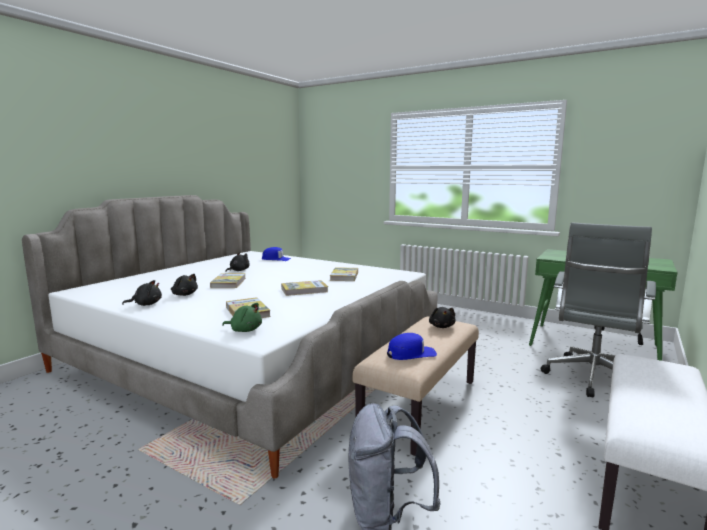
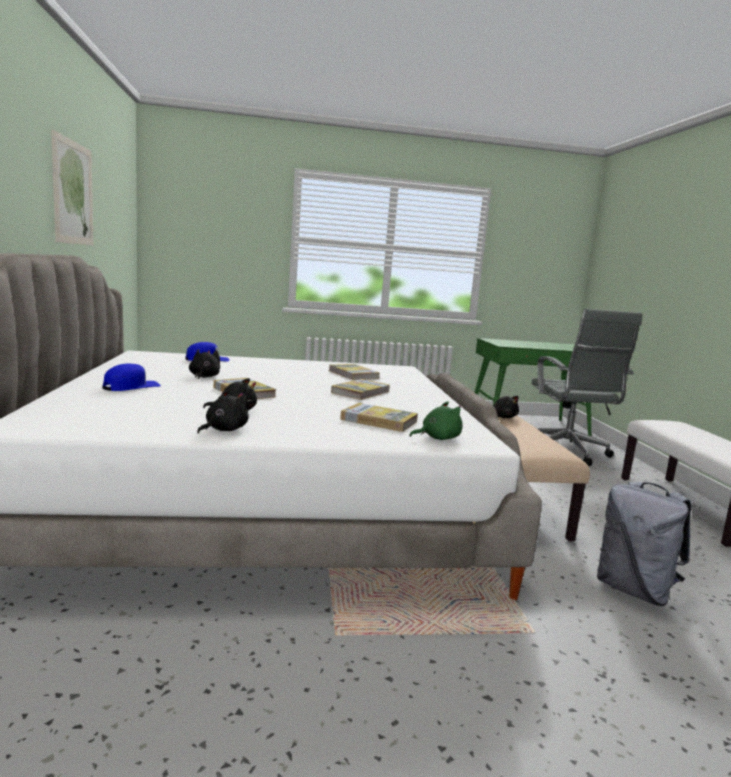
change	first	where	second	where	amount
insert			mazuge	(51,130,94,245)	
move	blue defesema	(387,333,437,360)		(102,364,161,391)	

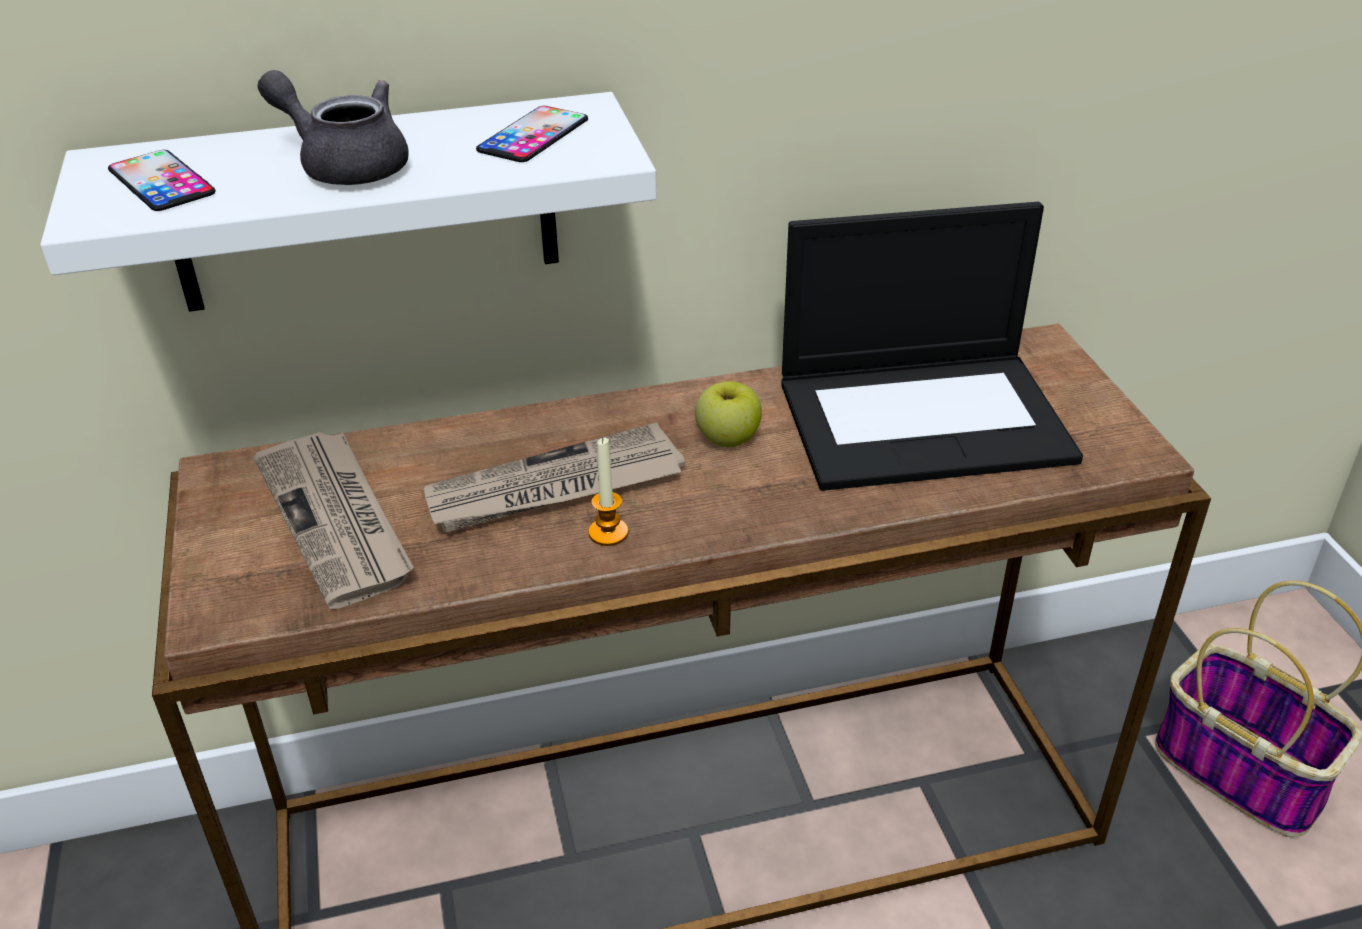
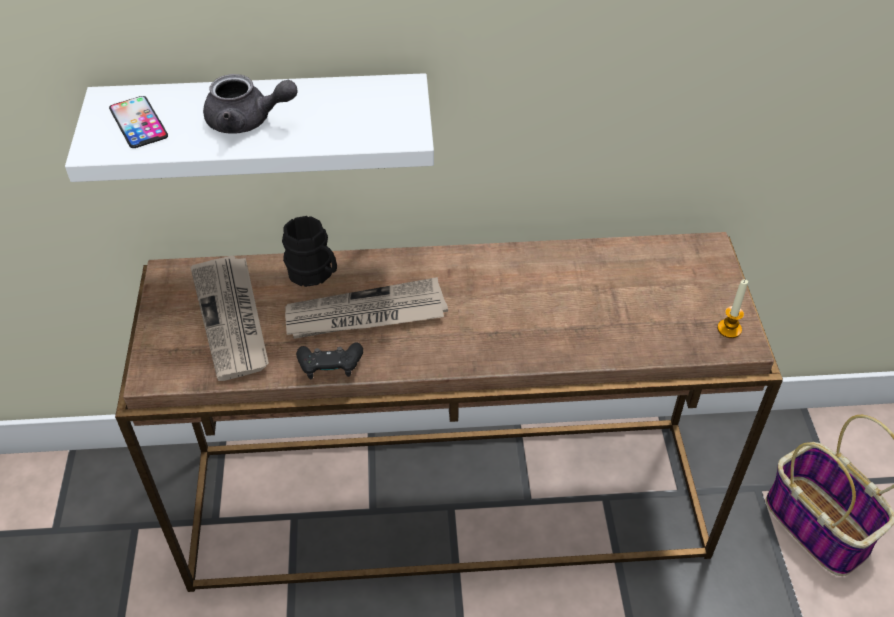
change	first	where	second	where	amount
rotate	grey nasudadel	(258,70,409,185)		(203,74,298,134)	150 degrees clockwise
insert			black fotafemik	(282,216,337,287)	
insert			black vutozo	(296,343,363,379)	
move	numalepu	(588,437,629,546)		(717,279,748,338)	
delete	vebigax	(476,106,588,162)			
delete	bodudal	(695,381,762,447)			
delete	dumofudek	(781,202,1083,491)			

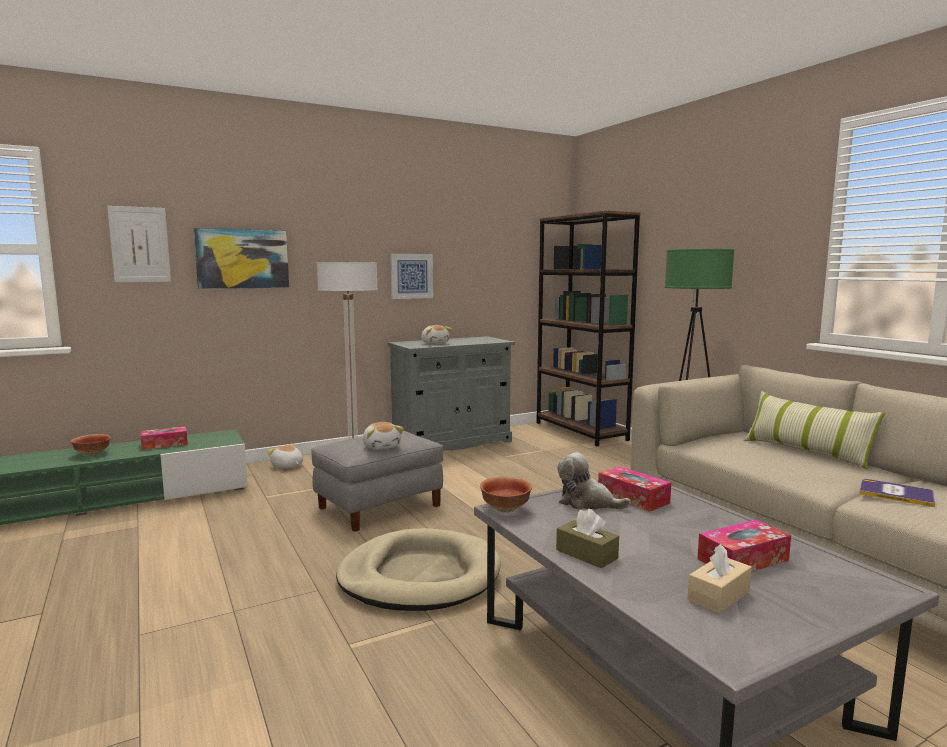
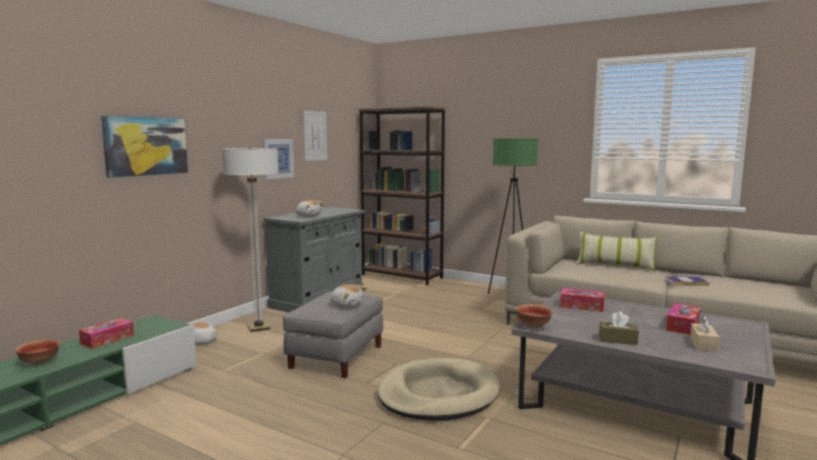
change	first	where	second	where	amount
move	mazuge	(107,206,171,282)		(303,111,327,161)	
delete	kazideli	(558,452,631,509)			

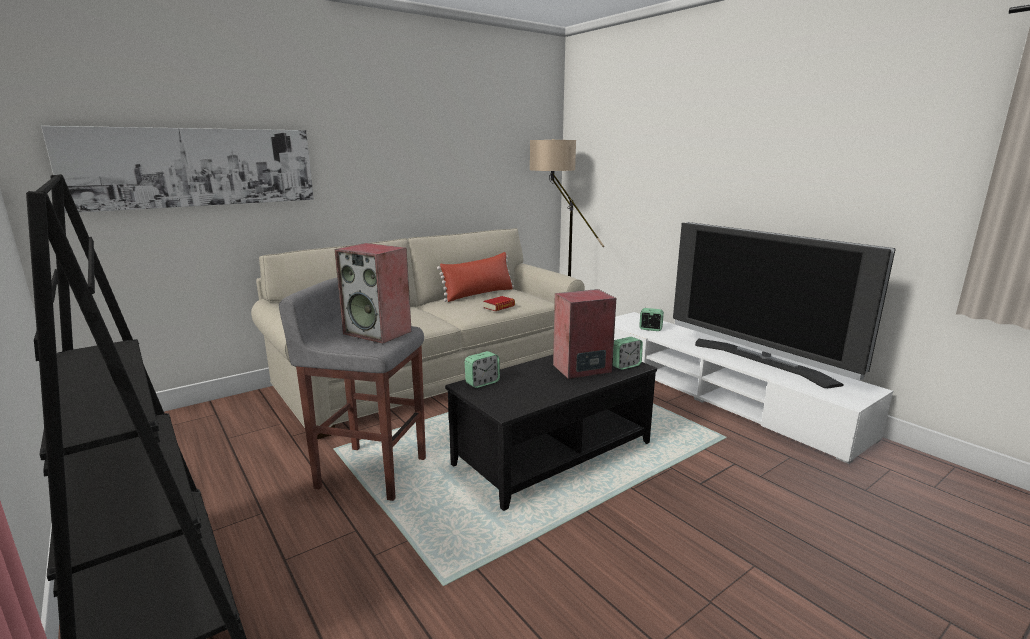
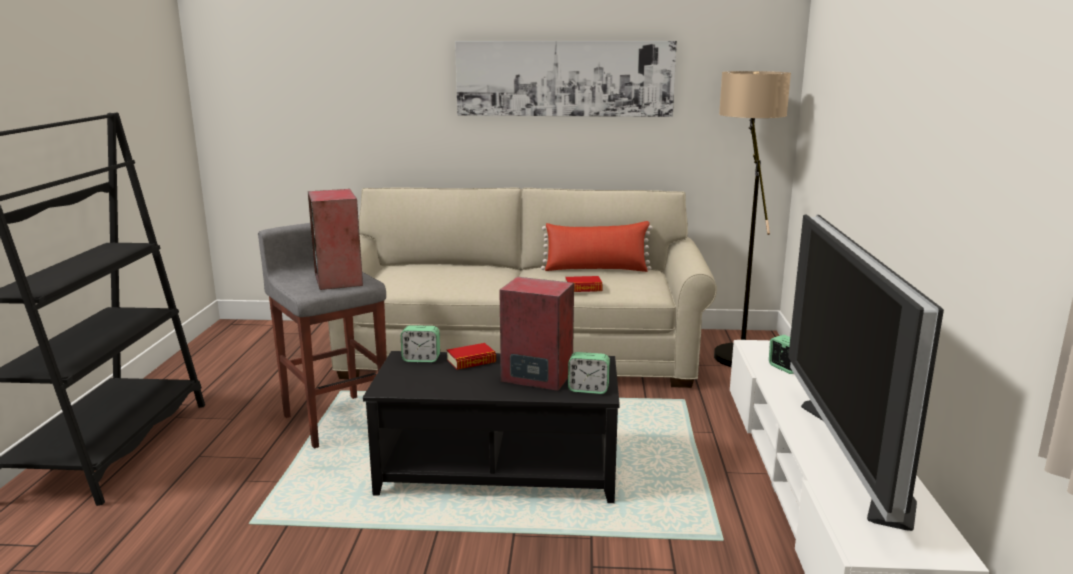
change	first	where	second	where	amount
insert			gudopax	(447,343,496,370)	
move	mazuge	(41,126,314,213)		(455,41,677,117)	

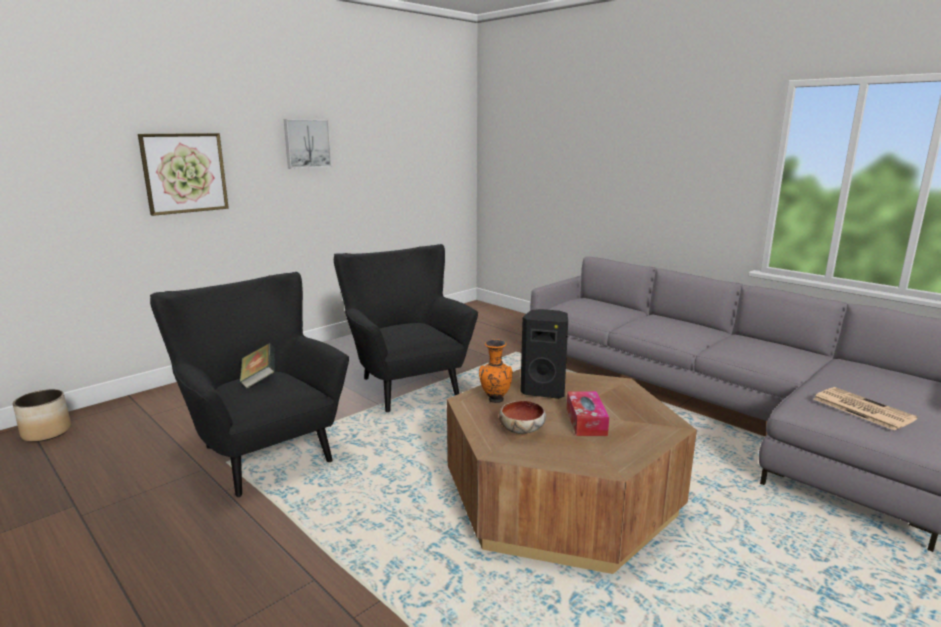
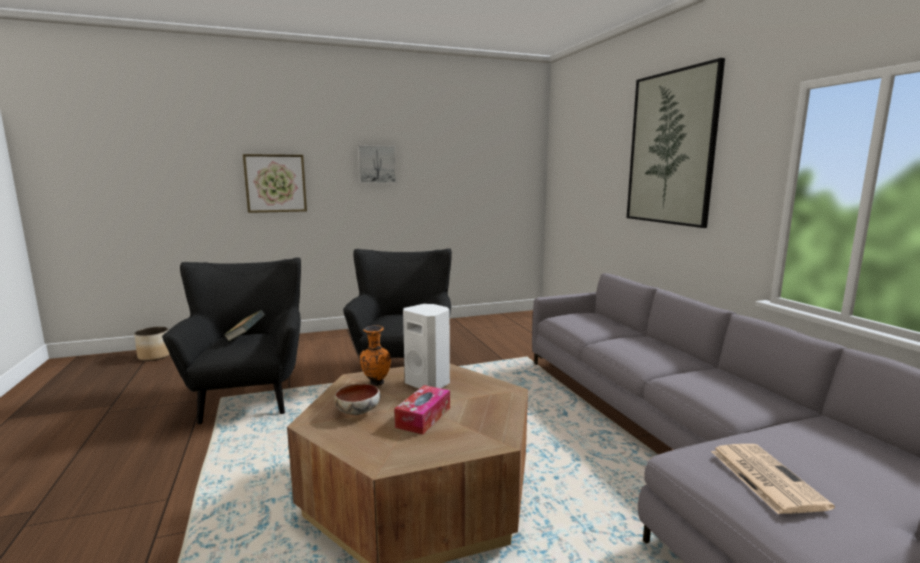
change	first	where	second	where	amount
recolor	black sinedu	(520,309,568,399)	white sinedu	(403,304,450,389)	
insert			mazuge	(627,58,725,228)	

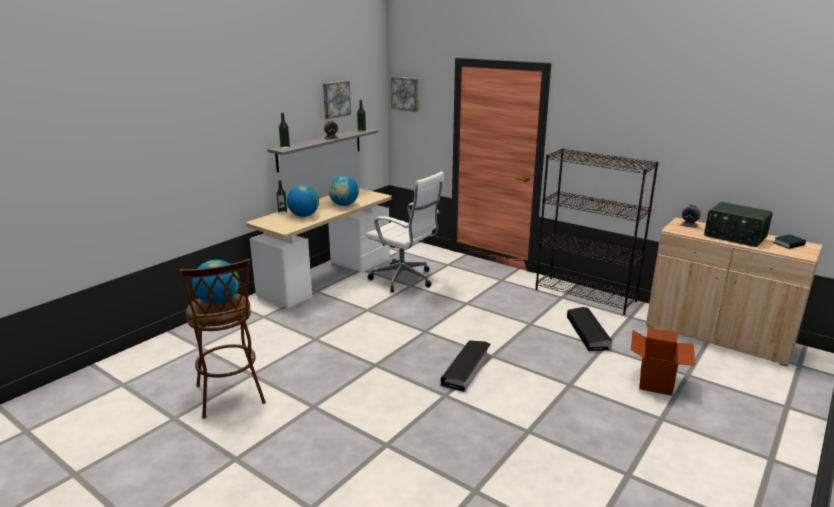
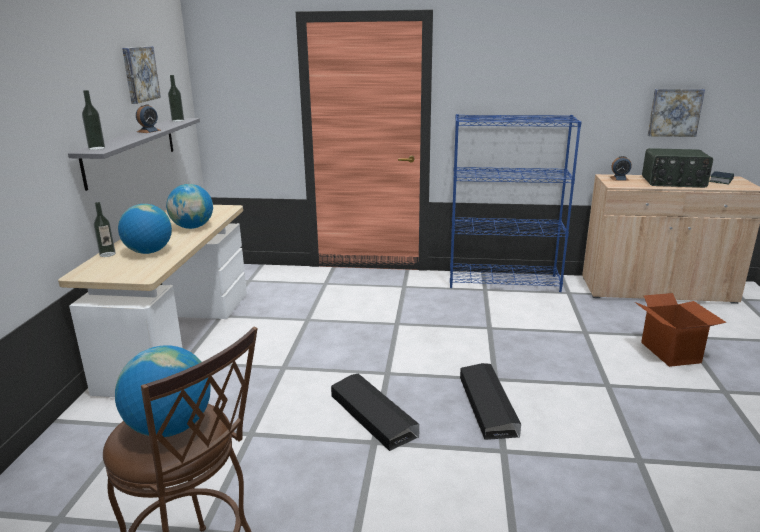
change	first	where	second	where	amount
move	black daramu	(567,307,613,351)		(331,374,419,451)	
recolor	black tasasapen	(536,148,659,315)	blue tasasapen	(450,114,581,292)	
move	mazuge	(391,77,418,112)		(648,89,705,137)	
delete	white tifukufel	(365,171,444,293)			

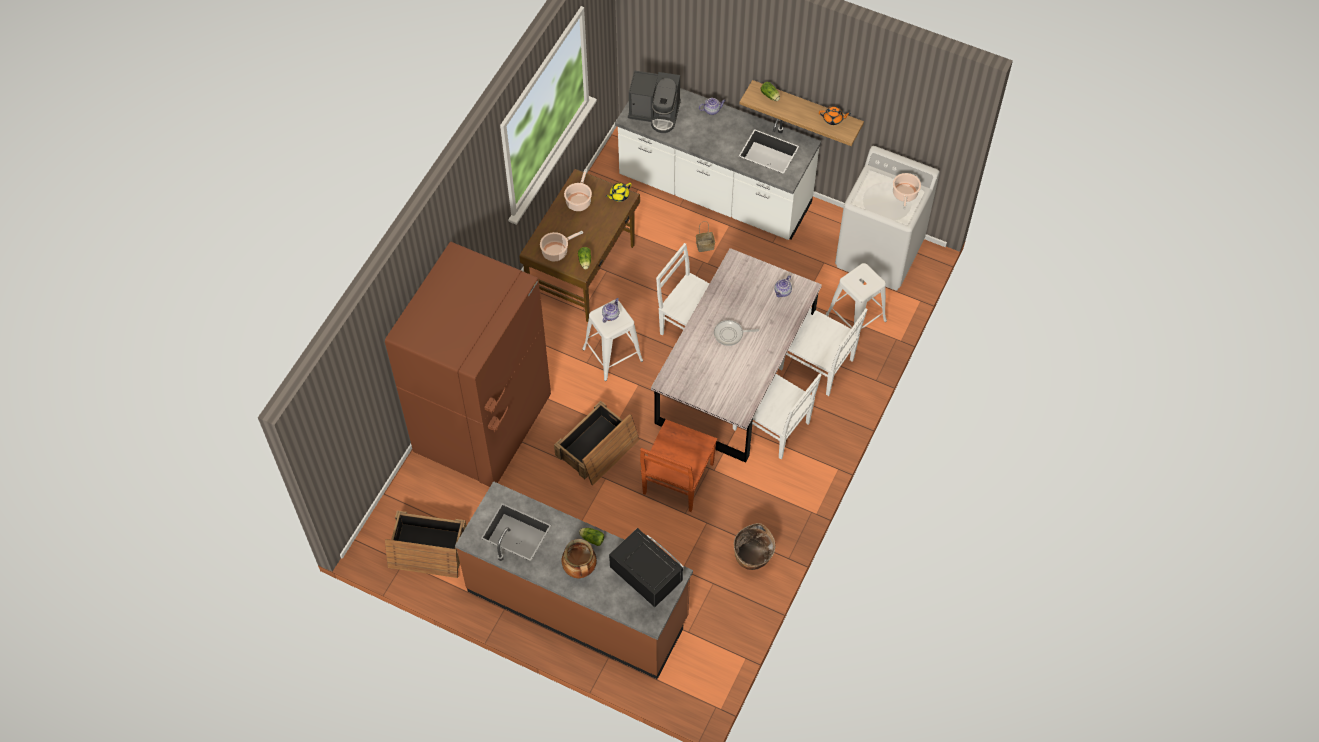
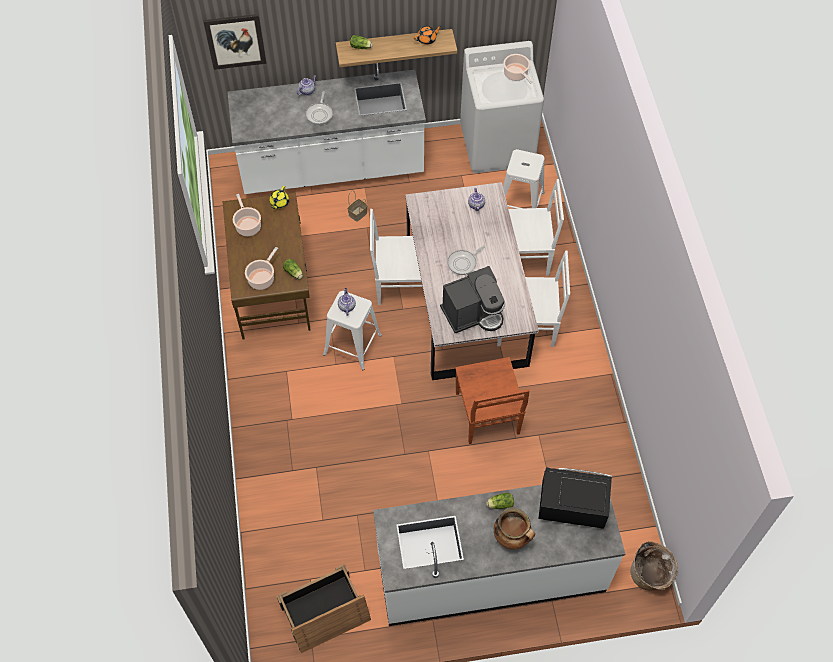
change	first	where	second	where	amount
insert			mazuge	(204,14,266,70)	
insert			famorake	(306,91,333,125)	
recolor	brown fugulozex	(455,481,693,679)	white fugulozex	(373,485,625,626)	
move	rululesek	(628,70,681,133)		(440,266,505,333)	
move	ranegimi	(734,523,775,570)		(630,541,678,591)	
delete	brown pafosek	(385,242,551,487)			
delete	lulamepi	(554,400,639,485)			

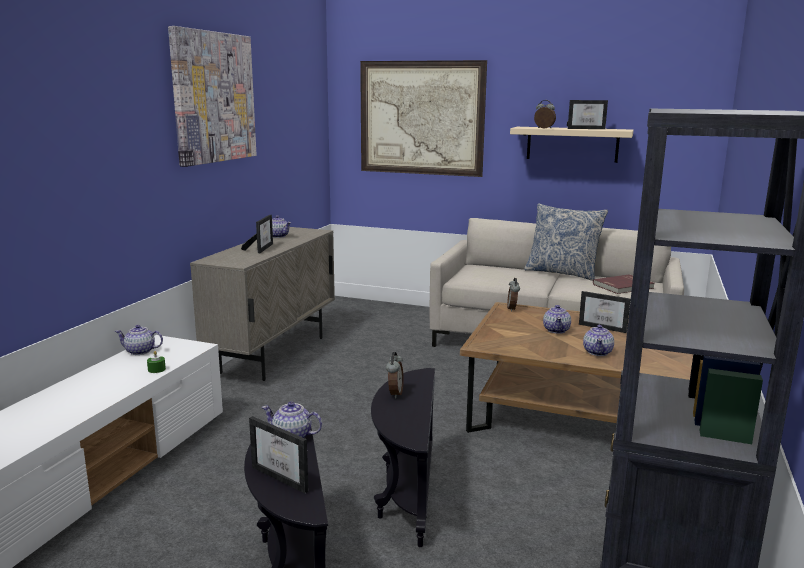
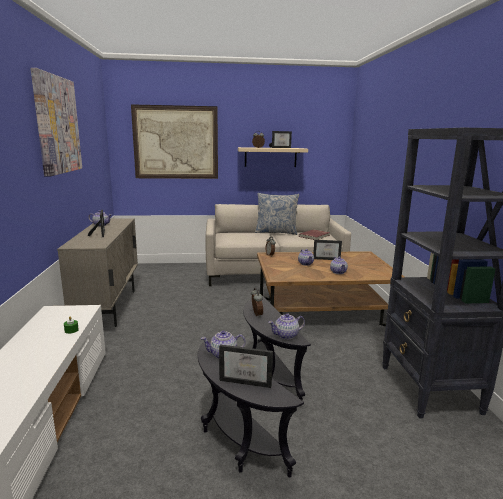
change	first	where	second	where	amount
move	nasudadel	(115,325,163,355)		(268,313,305,340)	

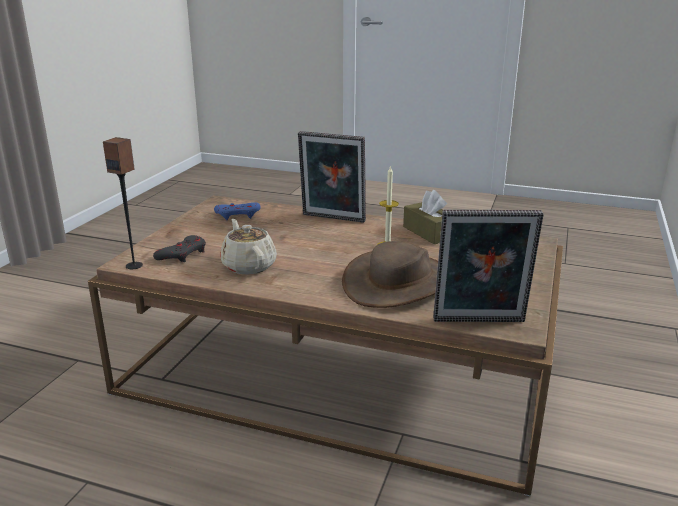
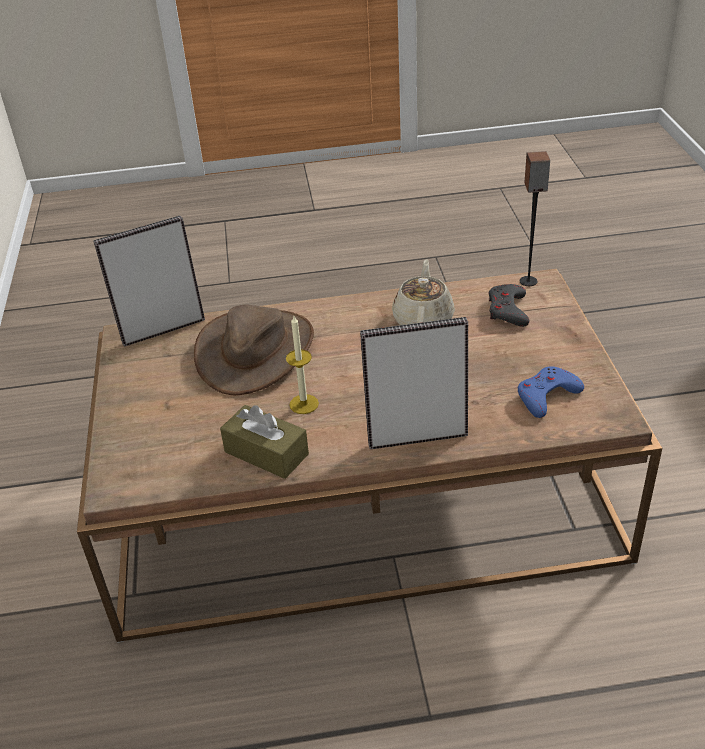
change	first	where	second	where	amount
rotate	beige nasudadel	(220,219,277,275)		(392,259,455,325)	120 degrees counterclockwise

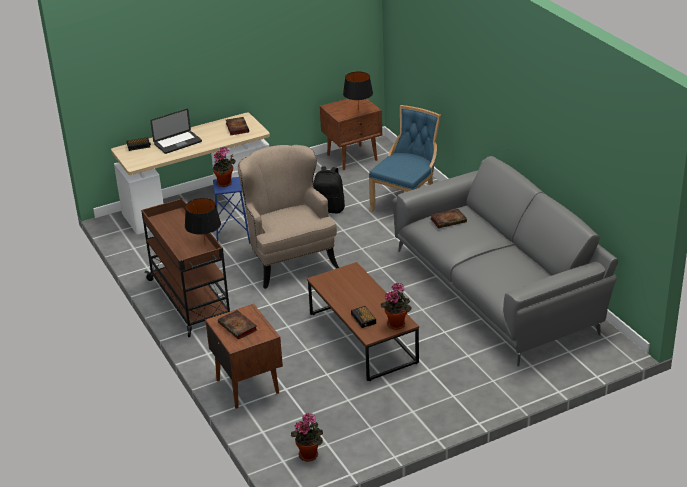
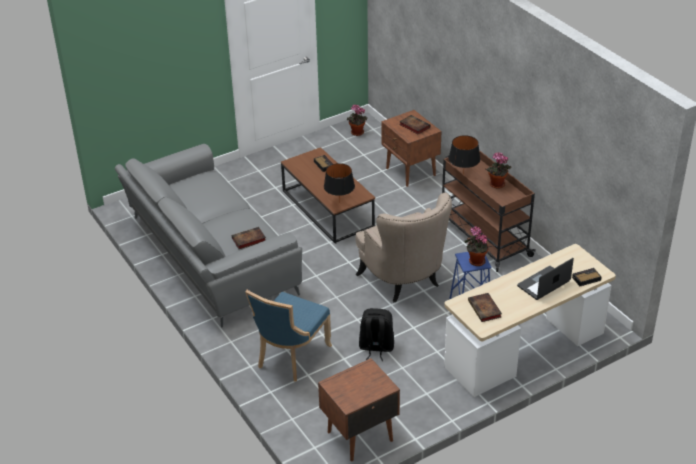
change	first	where	second	where	amount
move	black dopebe	(343,71,373,111)		(324,163,355,202)	
move	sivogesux	(381,283,411,330)		(486,153,511,189)	

